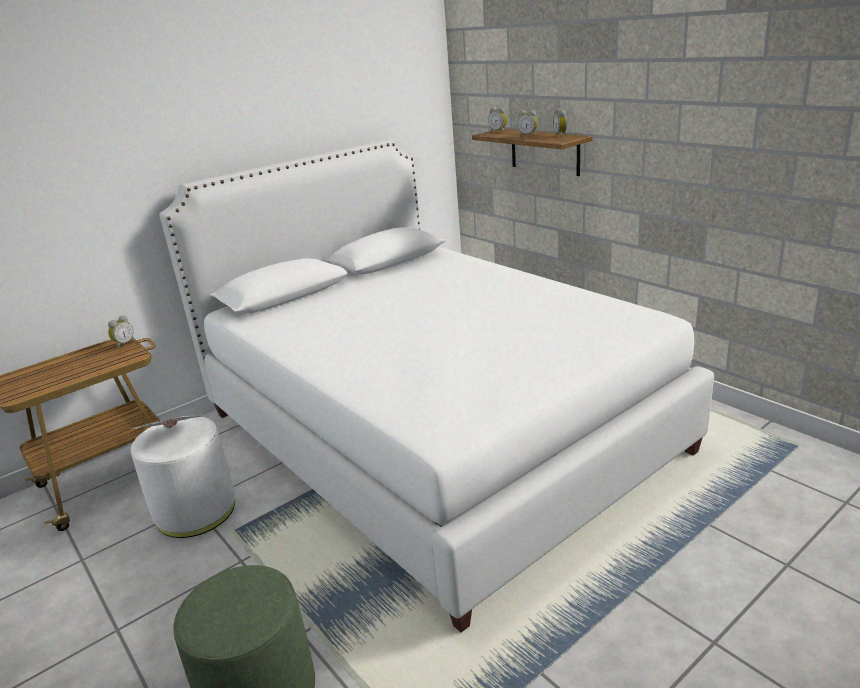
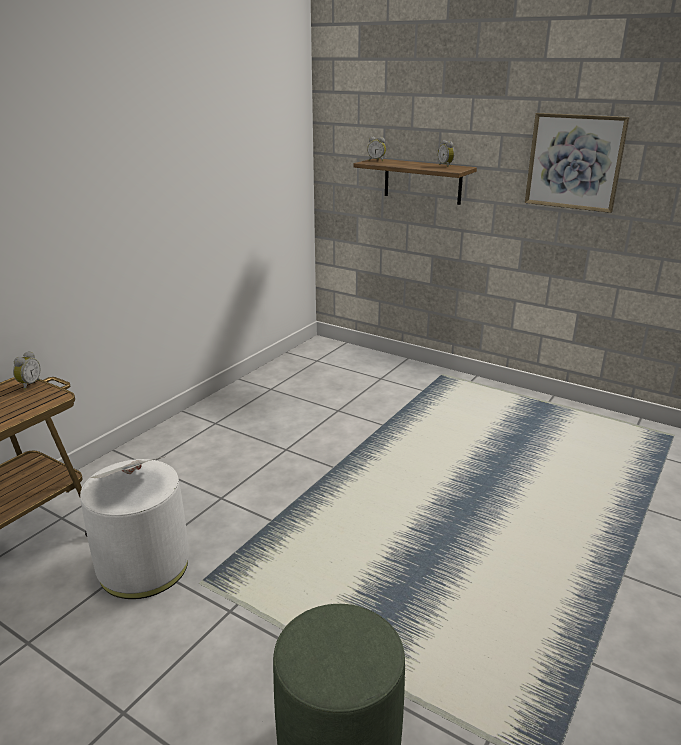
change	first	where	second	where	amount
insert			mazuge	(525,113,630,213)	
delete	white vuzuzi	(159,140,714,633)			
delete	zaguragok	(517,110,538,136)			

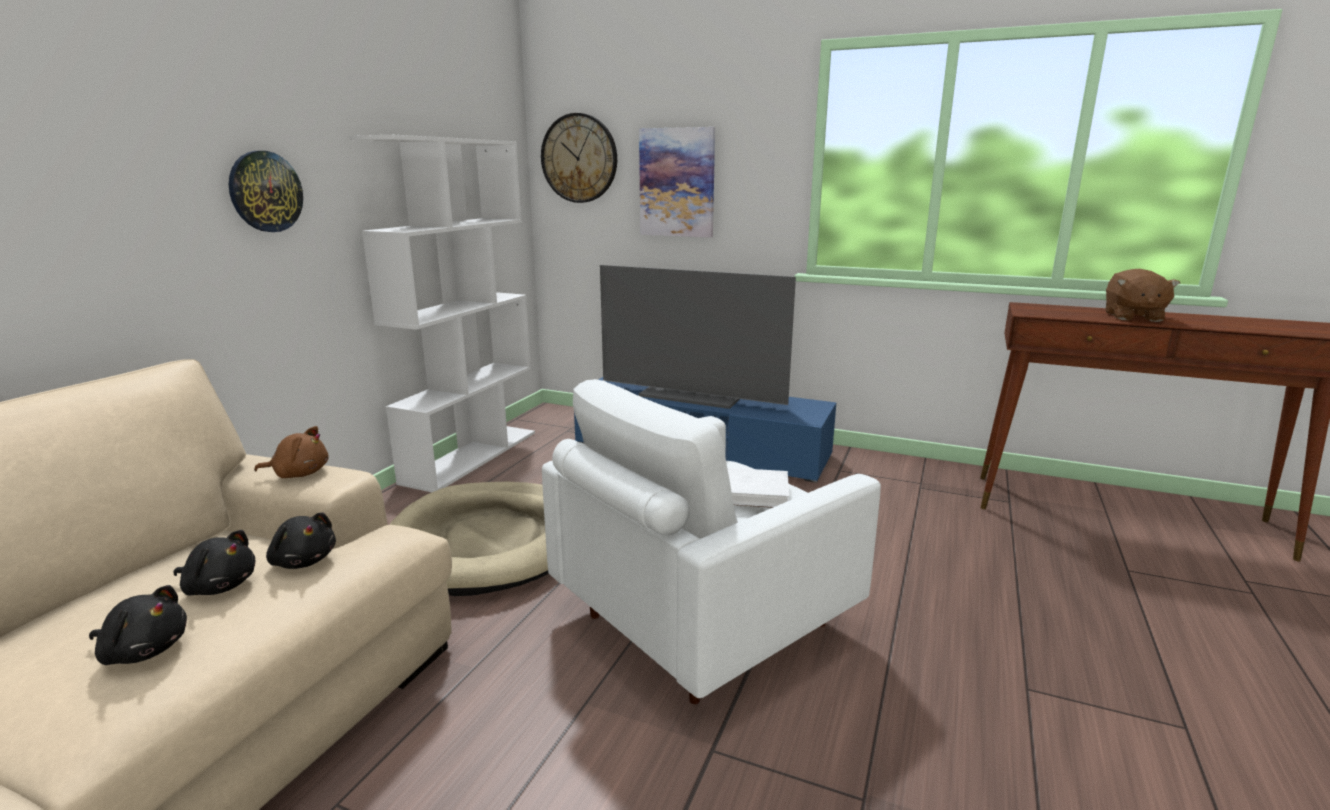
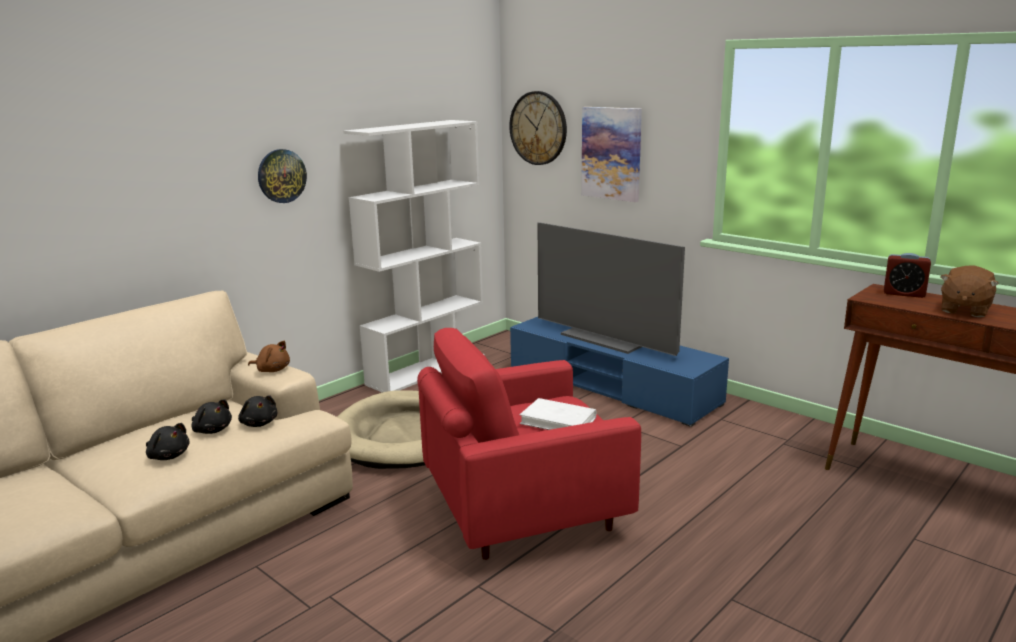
change	first	where	second	where	amount
recolor	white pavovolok	(542,379,881,704)	red pavovolok	(417,328,641,560)	
insert			zaguragok	(884,253,931,298)	

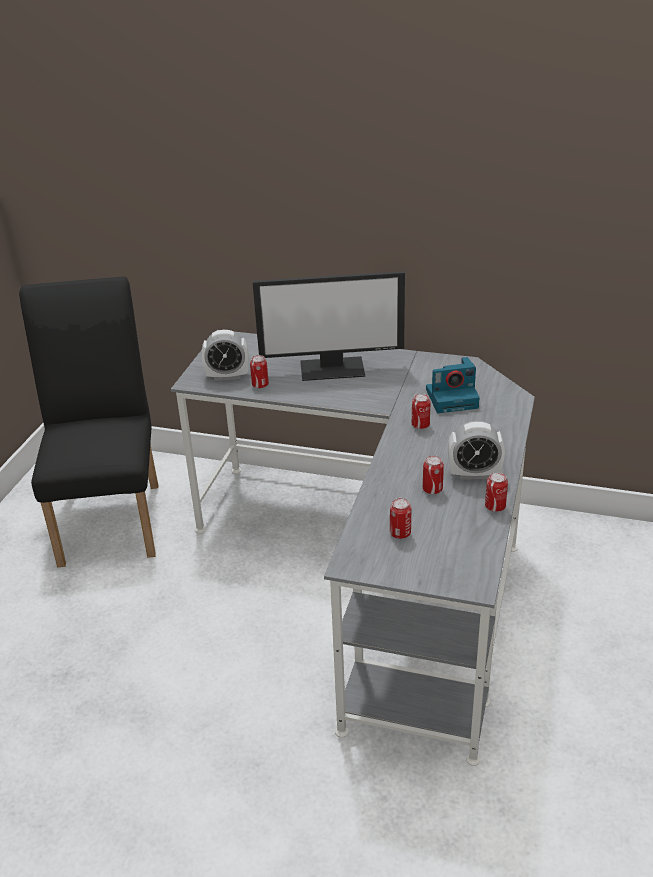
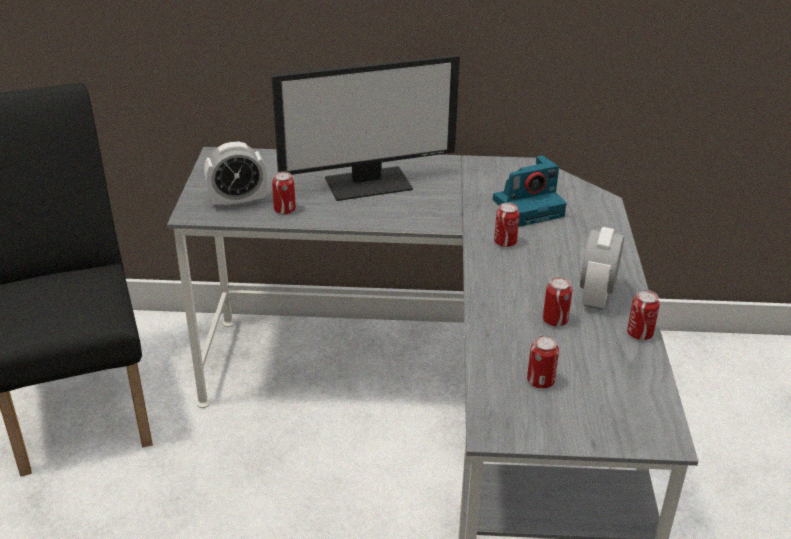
change	first	where	second	where	amount
rotate	zaguragok	(448,421,505,479)		(580,227,624,309)	120 degrees clockwise

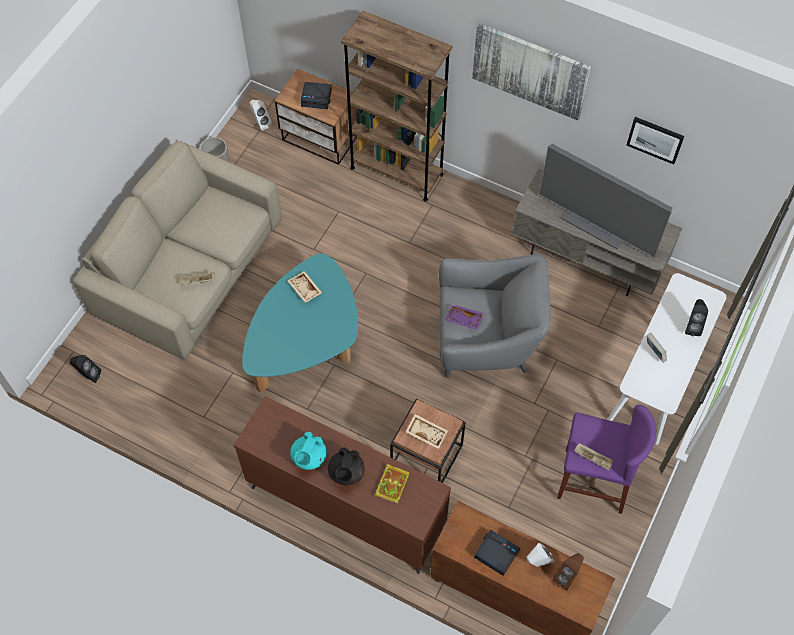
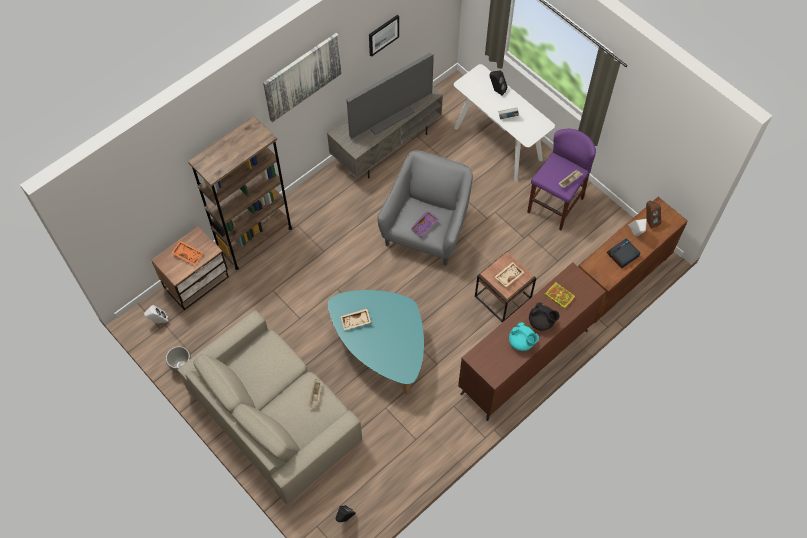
change	first	where	second	where	amount
replace	zaguragok	(301,82,332,109)	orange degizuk	(171,240,203,265)	

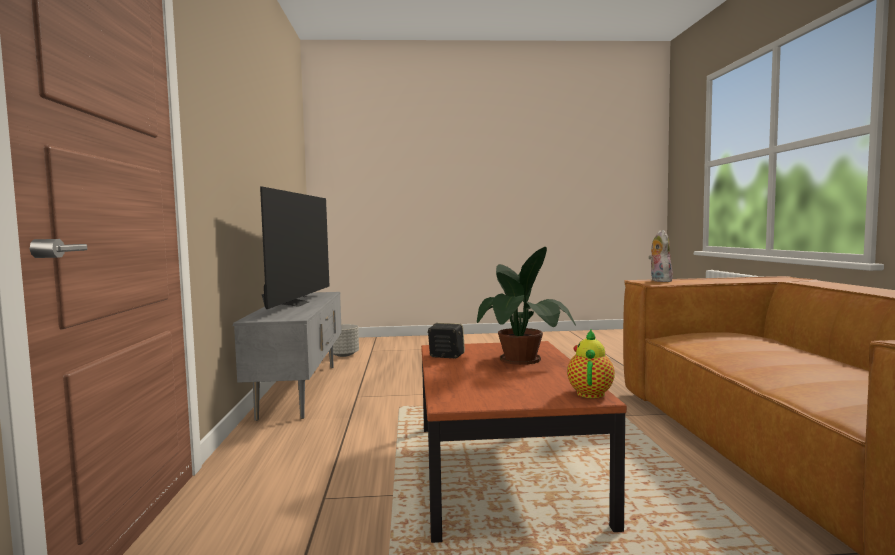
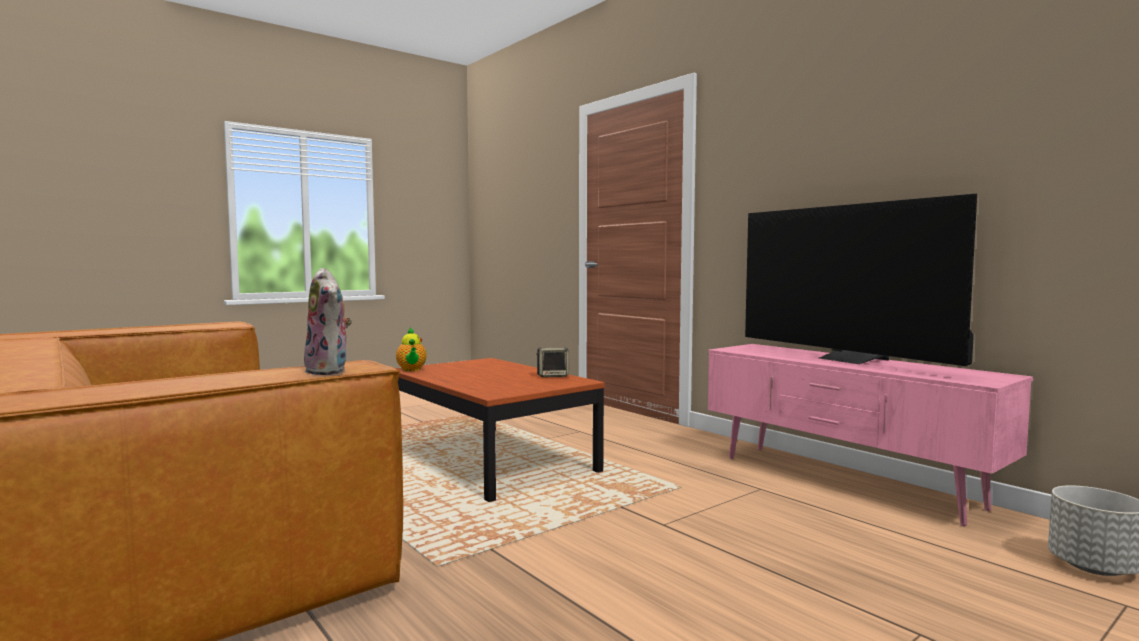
change	first	where	second	where	amount
recolor	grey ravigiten	(232,292,342,421)	pink ravigiten	(708,344,1033,526)	
delete	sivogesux	(477,247,576,365)			

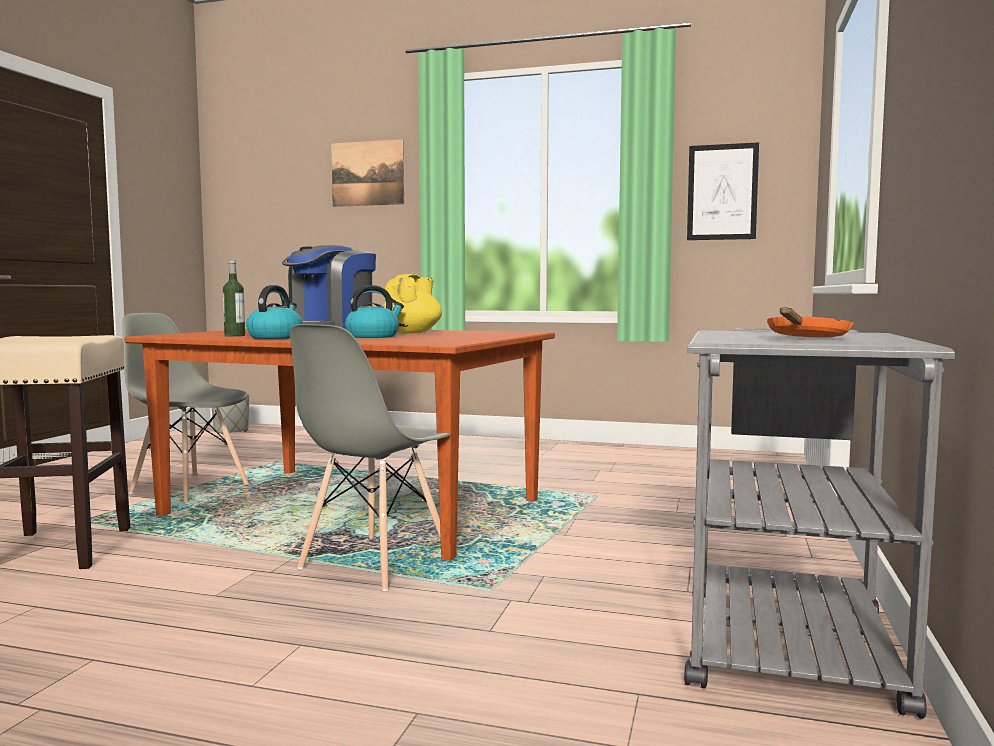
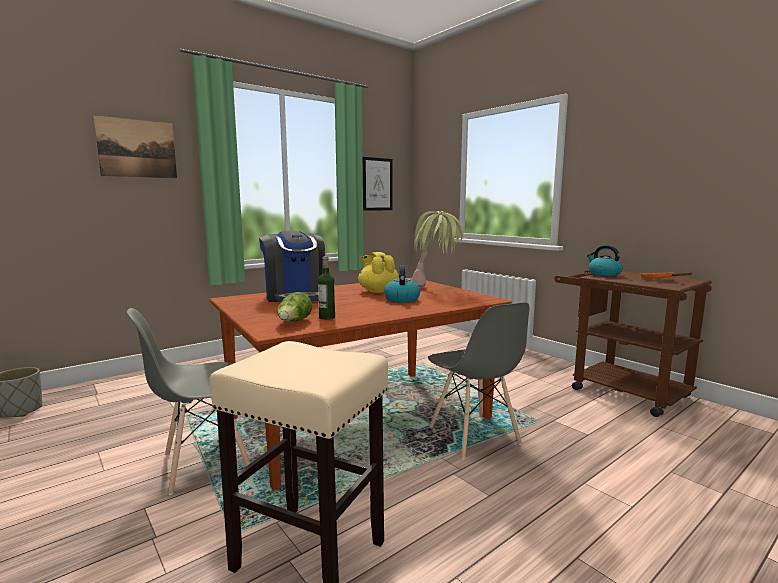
change	first	where	second	where	amount
insert			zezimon	(277,292,312,322)	
insert			sivogesux	(412,211,463,288)	
recolor	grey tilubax	(684,328,955,719)	brown tilubax	(554,270,712,417)	
move	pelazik	(246,285,303,339)		(587,245,623,276)	

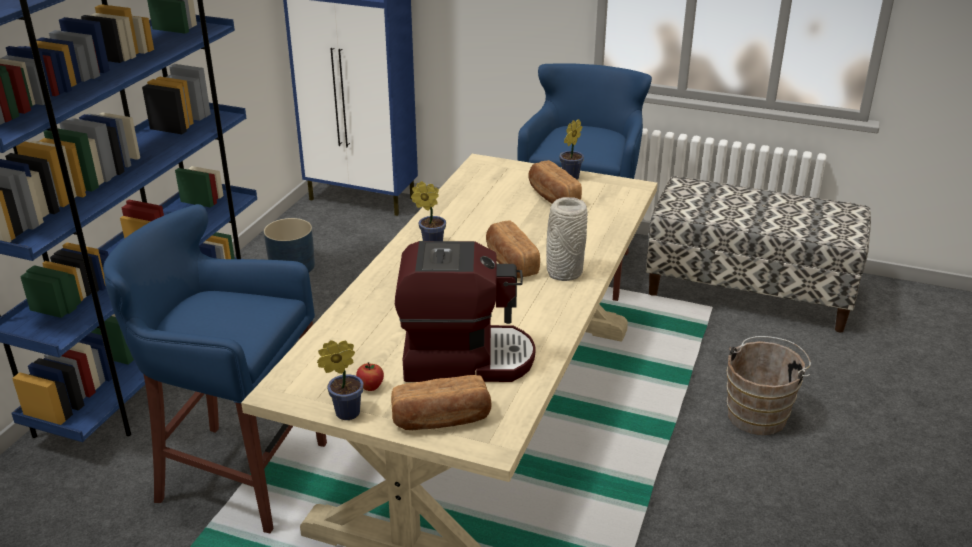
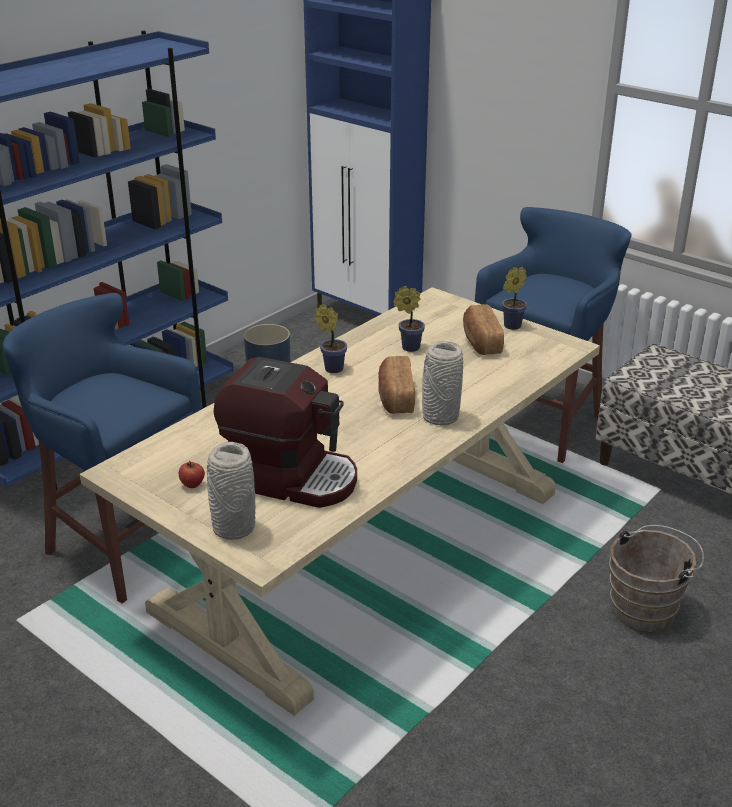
change	first	where	second	where	amount
replace	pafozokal	(391,375,492,430)	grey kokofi	(207,442,256,540)	
move	sivogesux	(317,340,364,420)		(393,286,425,352)	

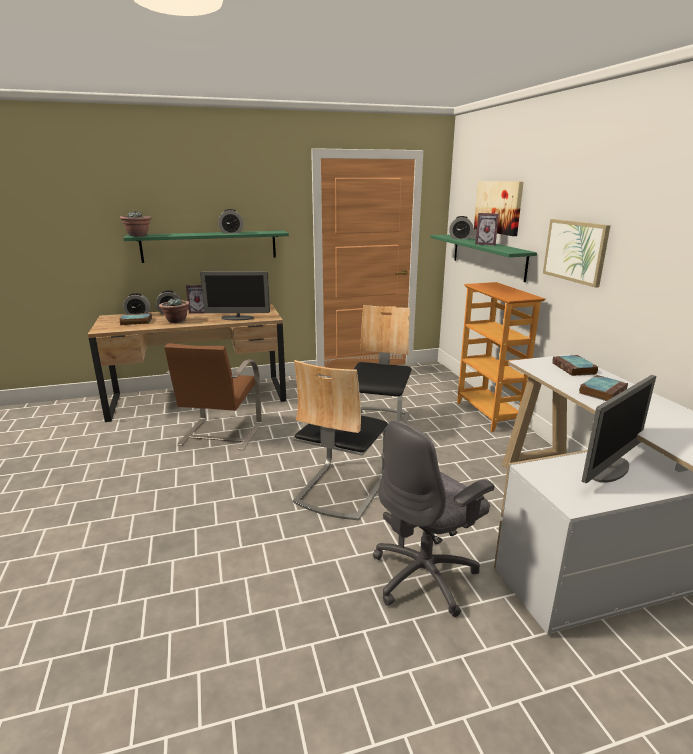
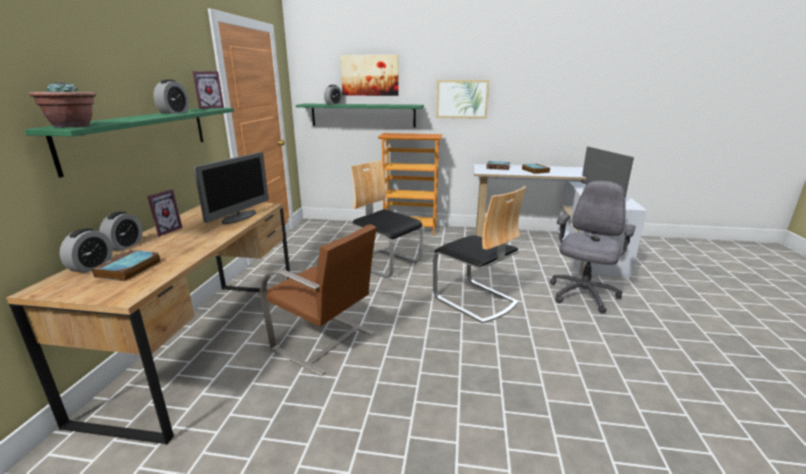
change	first	where	second	where	amount
move	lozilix	(475,213,499,246)		(192,71,224,109)	
rotate	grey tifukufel	(373,420,494,617)		(550,181,636,313)	135 degrees counterclockwise
delete	sivogesux	(159,298,190,323)			

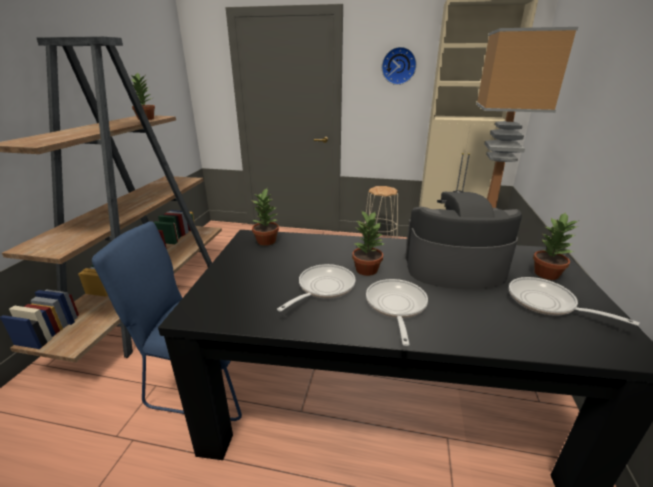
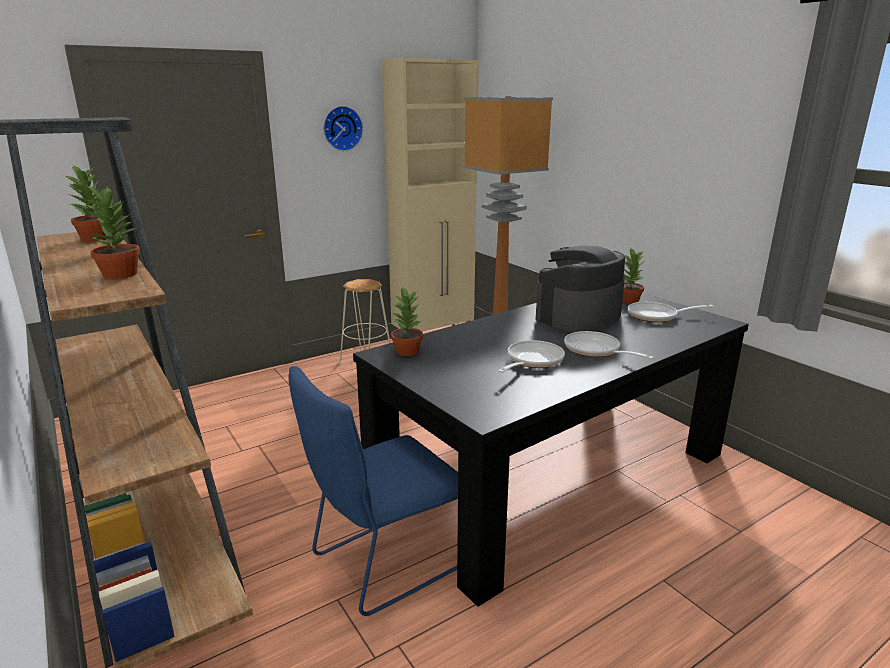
change	first	where	second	where	amount
move	sivogesux	(352,210,383,276)		(85,185,140,279)	
rotate	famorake	(277,264,356,312)		(498,340,565,373)	45 degrees clockwise

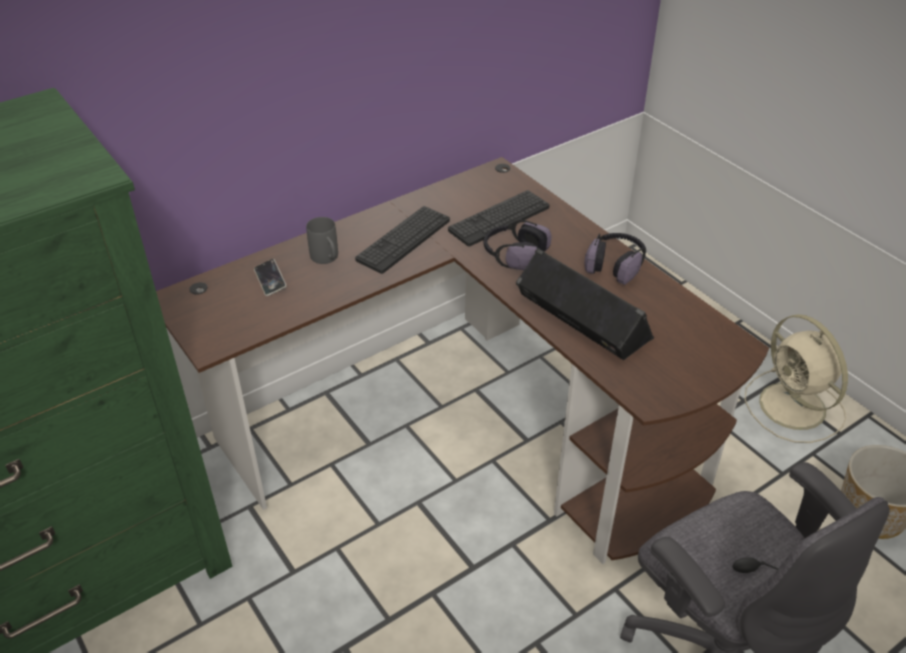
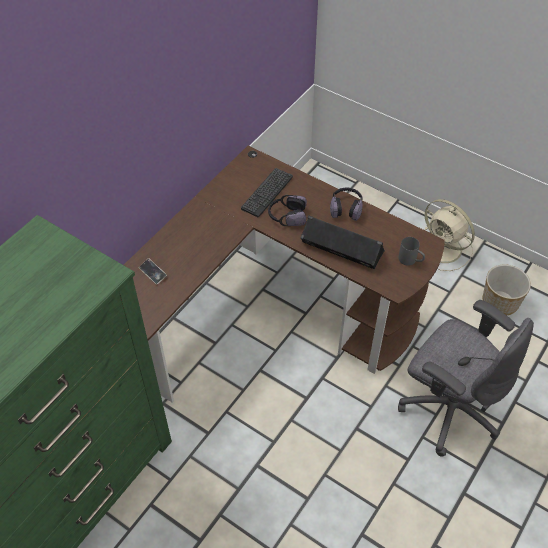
change	first	where	second	where	amount
move	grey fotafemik	(306,217,338,264)		(399,237,425,266)	
delete	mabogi	(355,206,450,274)			

